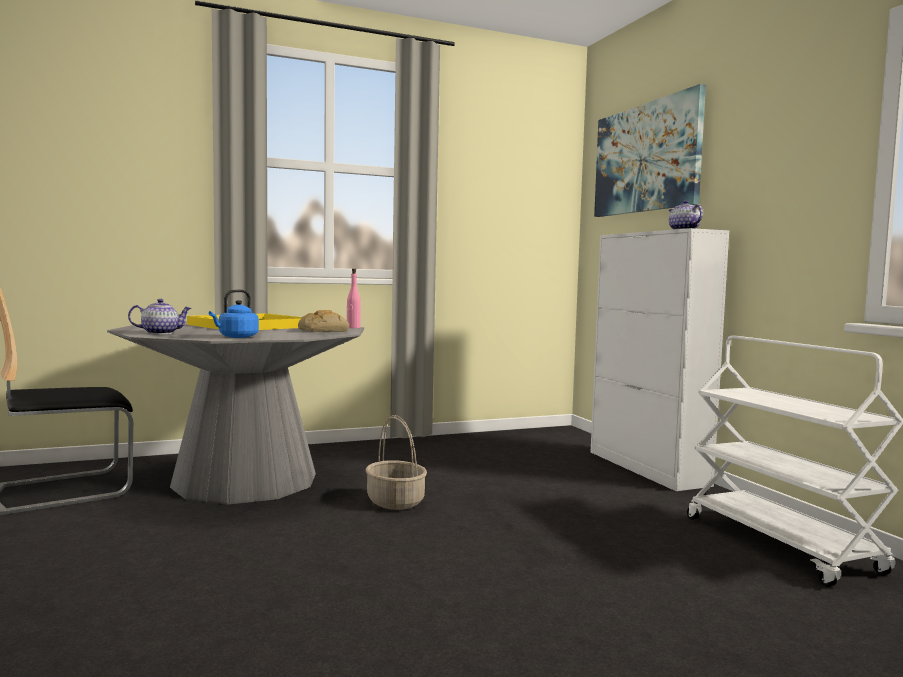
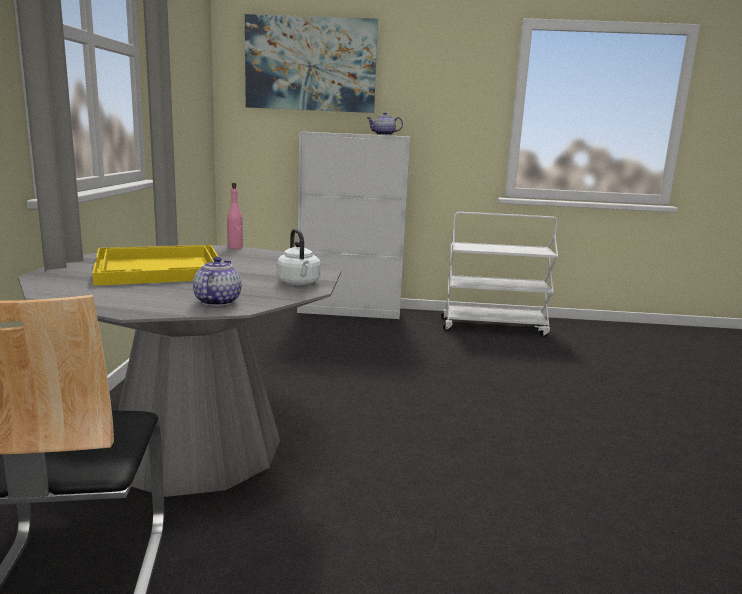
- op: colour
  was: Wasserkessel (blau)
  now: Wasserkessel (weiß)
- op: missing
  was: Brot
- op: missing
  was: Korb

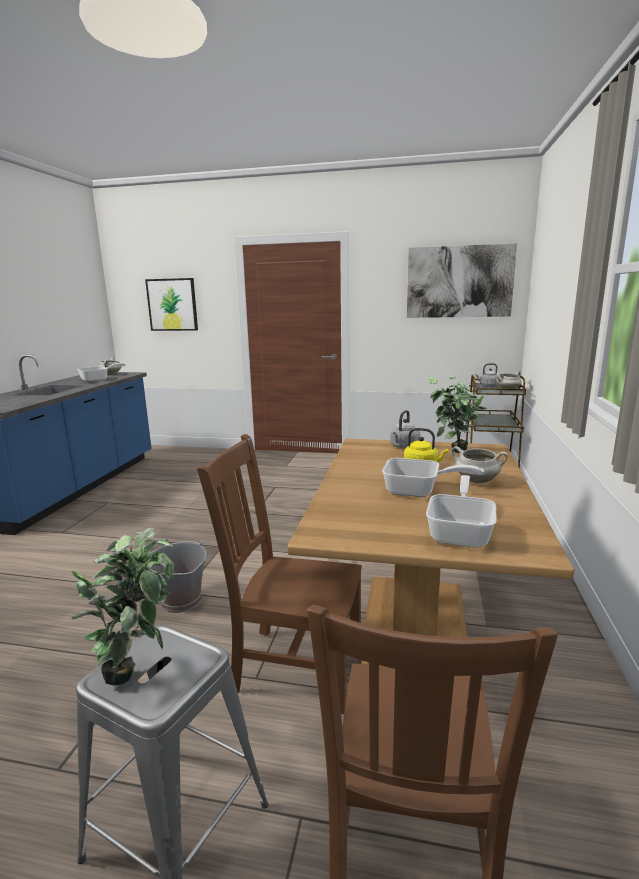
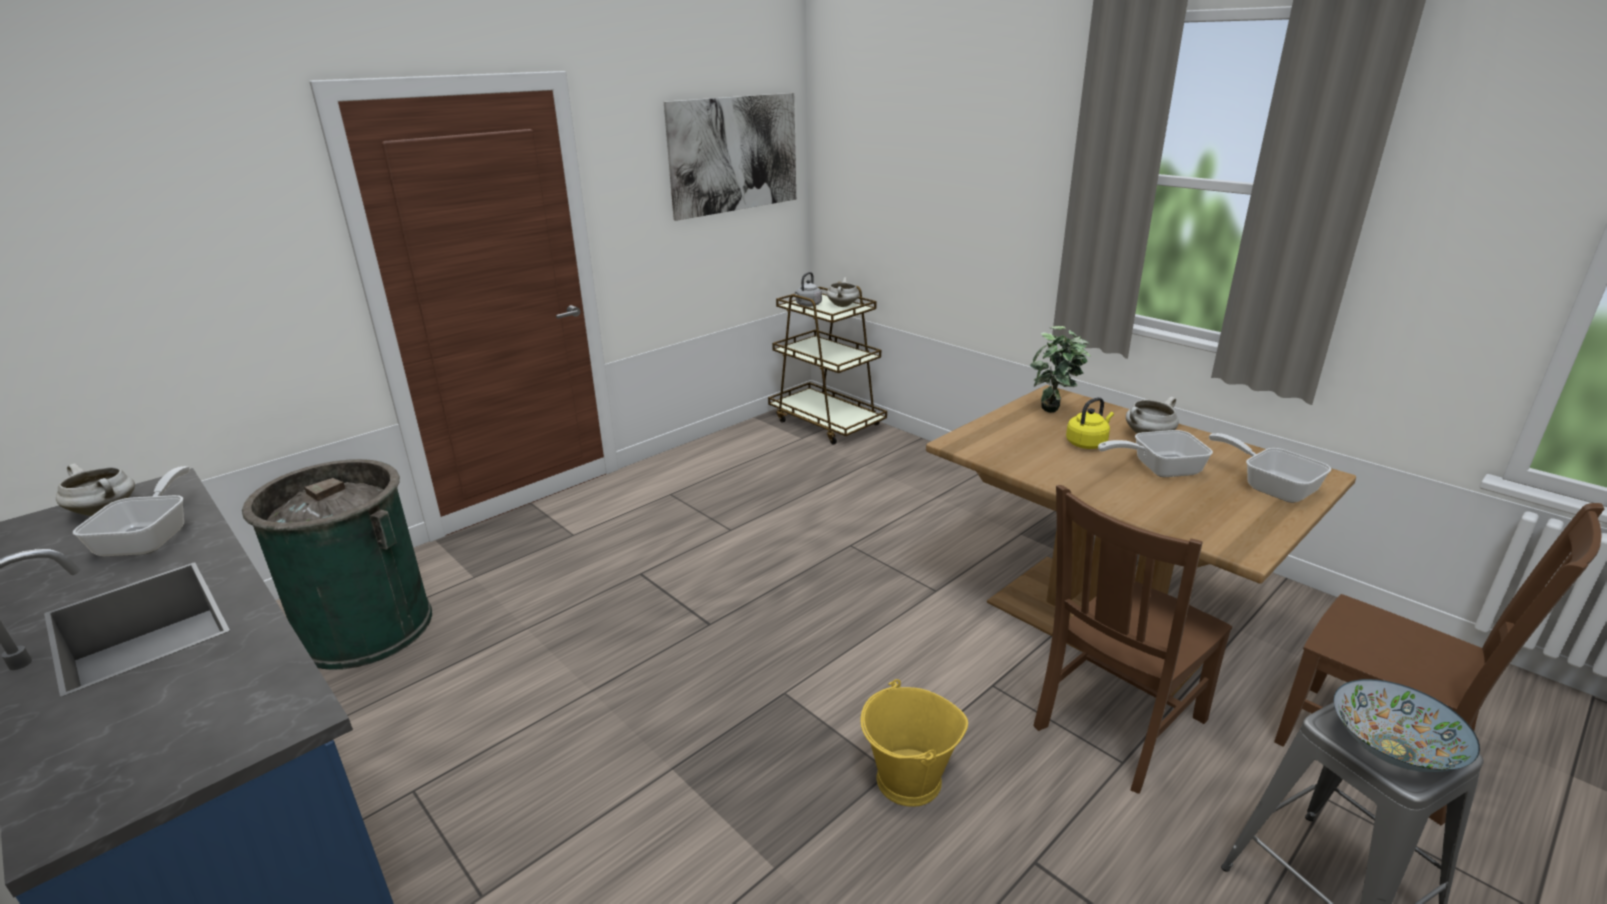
- op: appeared
  now: Mülleimer (grün)
- op: colour
  was: Eimer (grau)
  now: Eimer (gelb)
- op: spun
  was: Pfanne (no. 2 from left)
  clockwise: -150
- op: exchanged
  was: Topfpflanze (no. 1 from left)
  now: Schüssel
- op: missing
  was: Bild (no. 1 from left)
- op: missing
  was: Wasserkessel (grau) (no. 1 from left)

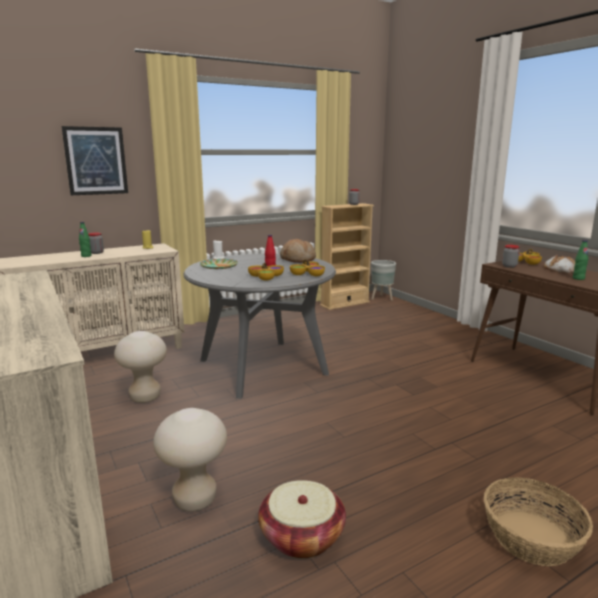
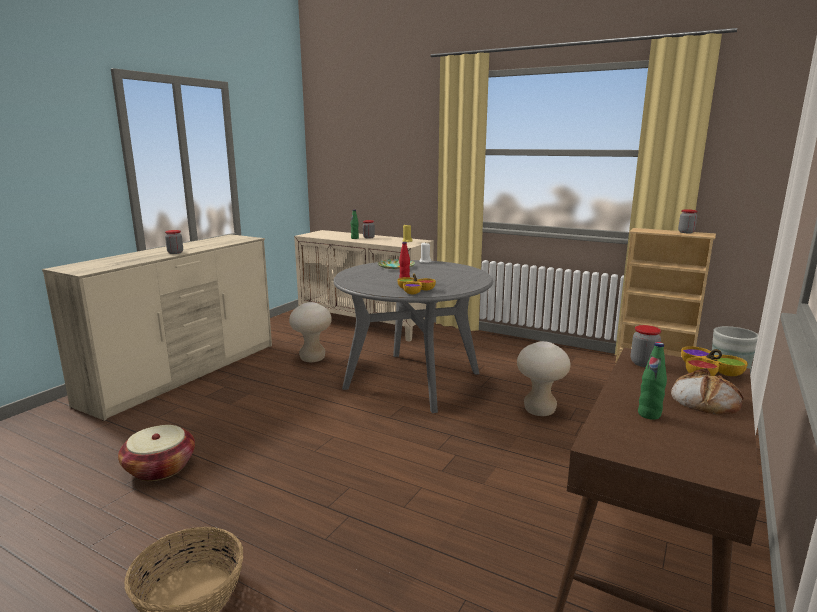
- op: appeared
  now: Vorratsglas (no. 1 from left)
- op: relocated
  was: Hocker (beige) (no. 2 from left)
- op: missing
  was: Bild
- op: missing
  was: Schüssel (no. 1 from left)
- op: missing
  was: Brot (no. 1 from left)

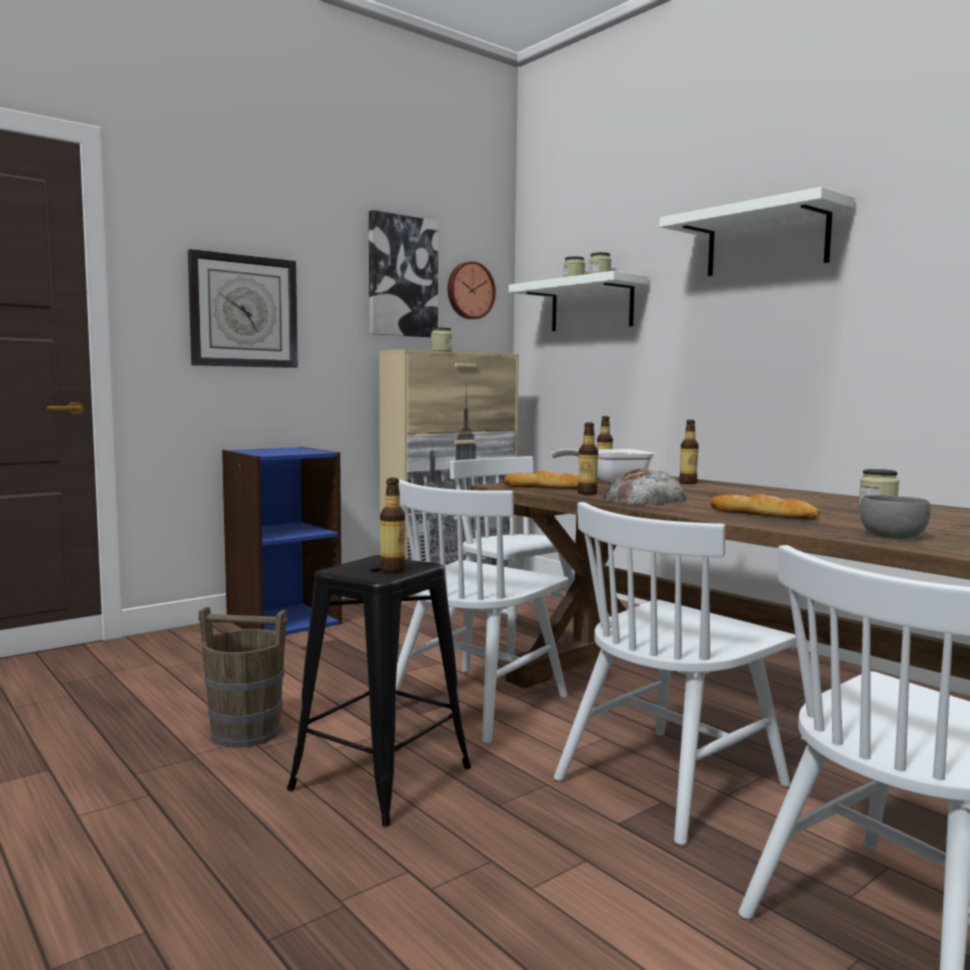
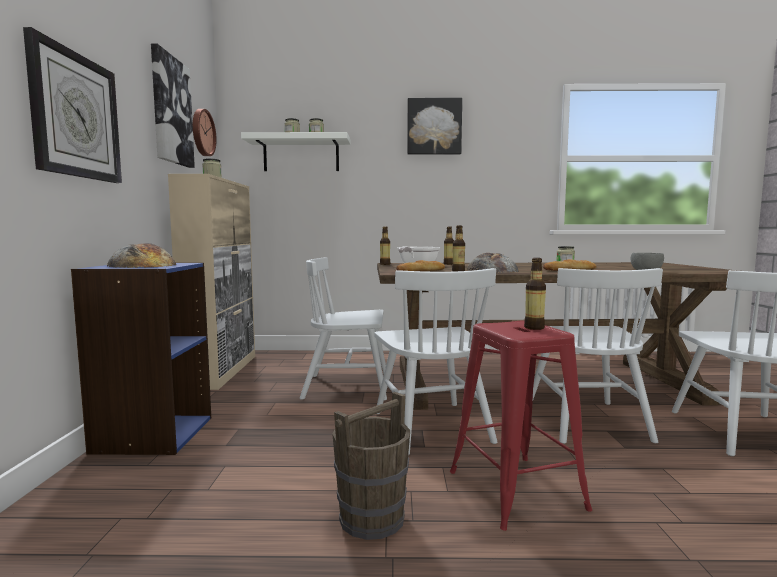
- op: appeared
  now: Brot (no. 1 from left)
- op: exchanged
  was: Wandregal (weiß) (no. 2 from left)
  now: Bild (no. 2 from left)
- op: colour
  was: Hocker (schwarz)
  now: Hocker (rot)

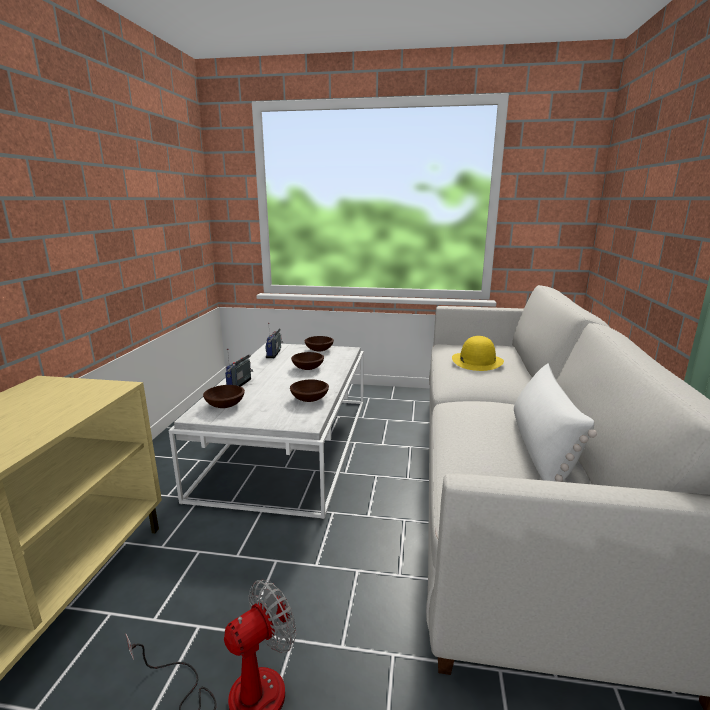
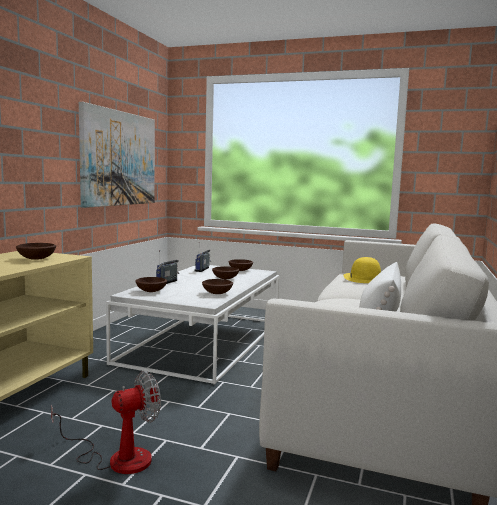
- op: appeared
  now: Schüssel (braun) (no. 1 from left)
- op: appeared
  now: Bild

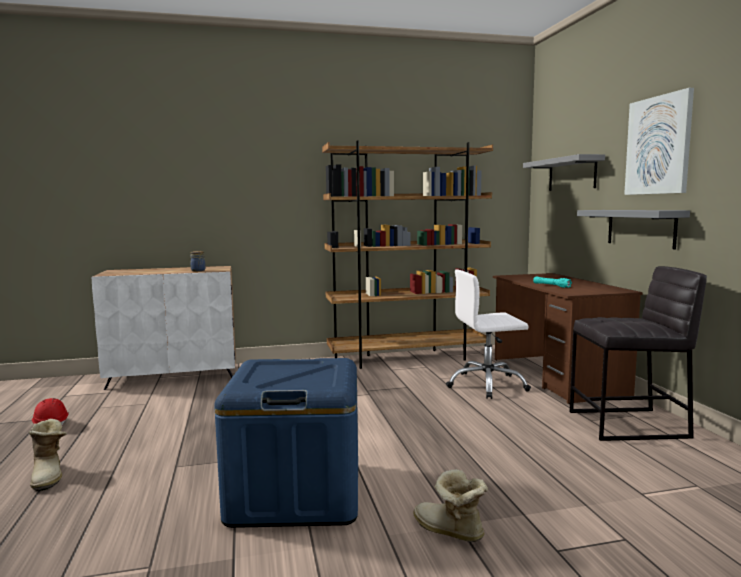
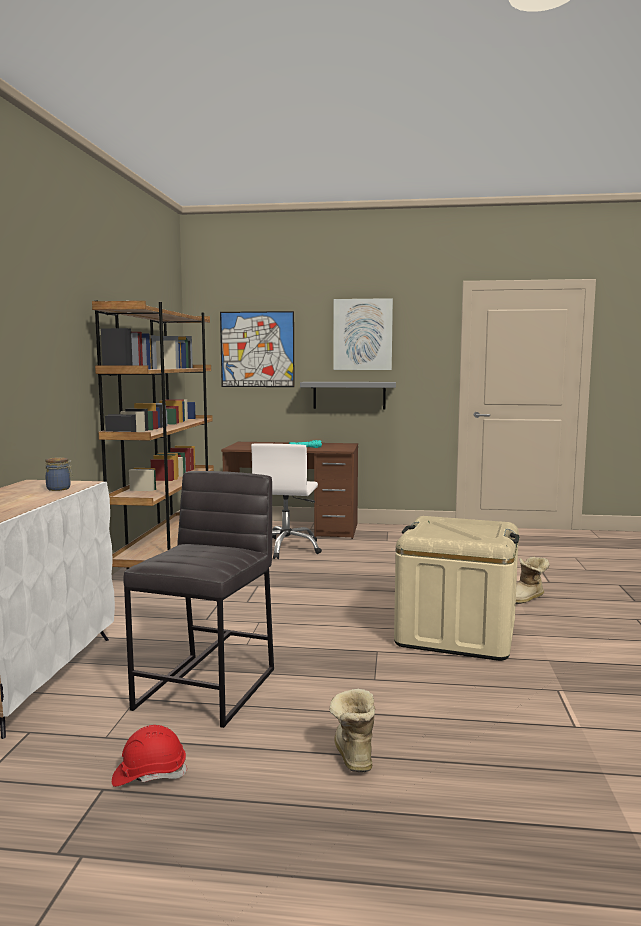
- op: relocated
  was: Hocker (grau)
- op: exchanged
  was: Wandregal (grau) (no. 1 from left)
  now: Bild (no. 1 from left)
- op: spun
  was: Stiefel (no. 1 from left)
  clockwise: -90
- op: colour
  was: Aufbewahrungsbox (blau)
  now: Aufbewahrungsbox (beige)

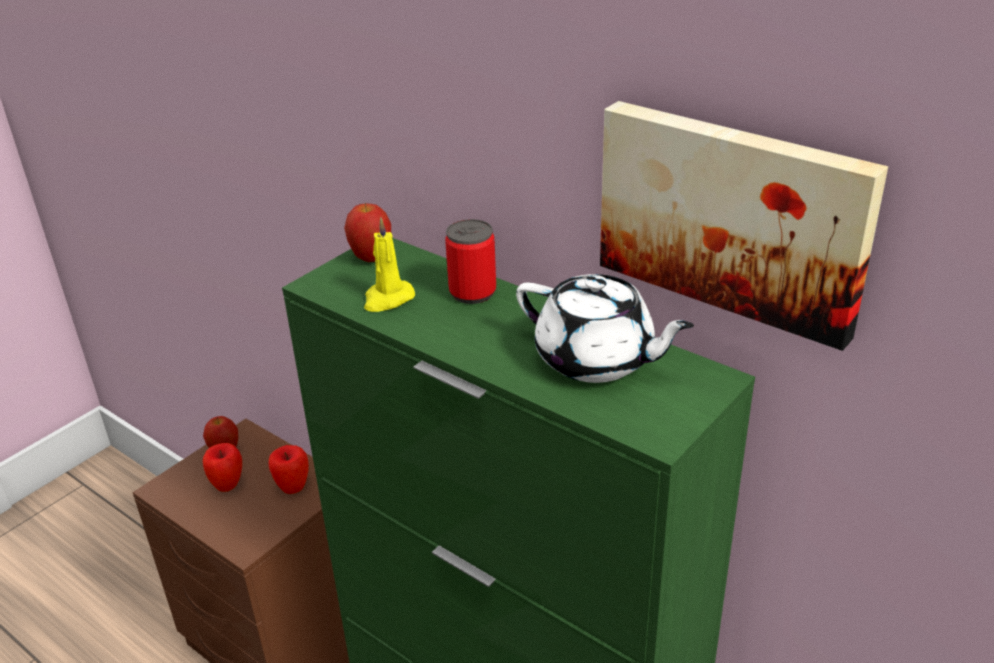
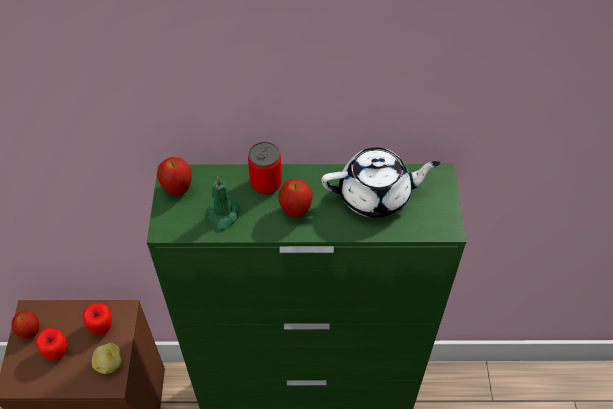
- op: appeared
  now: Kartoffel
- op: colour
  was: Kerze (gelb)
  now: Kerze (grün)
- op: appeared
  now: Apfel (no. 5 from left)
- op: missing
  was: Bild

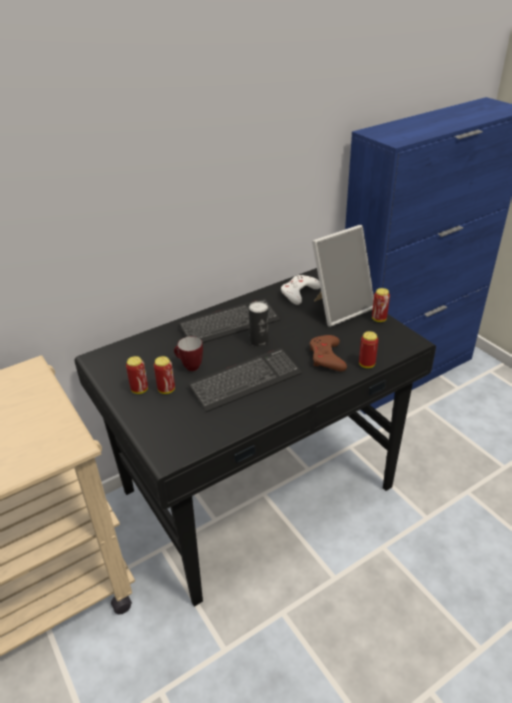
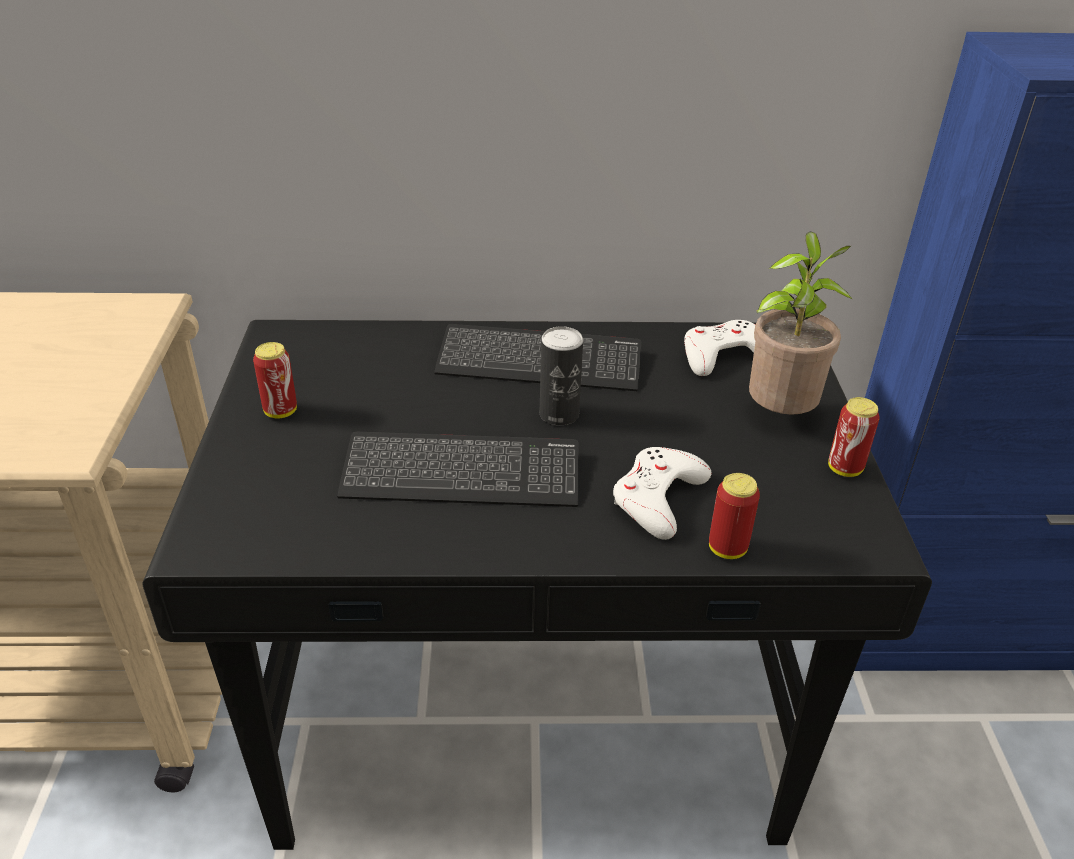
- op: colour
  was: Gamepad (braun)
  now: Gamepad (weiß) (no. 1 from left)
- op: exchanged
  was: Bilderrahmen
  now: Topfpflanze
- op: missing
  was: Dose (no. 2 from left)
- op: missing
  was: Henkelbecher

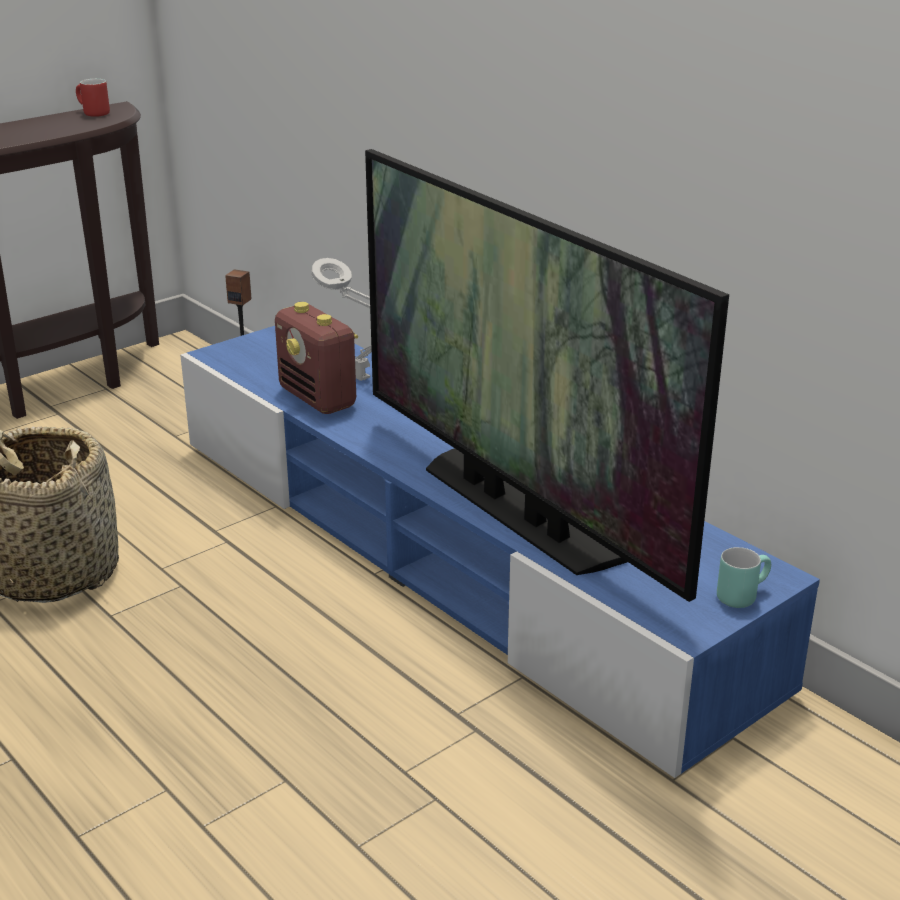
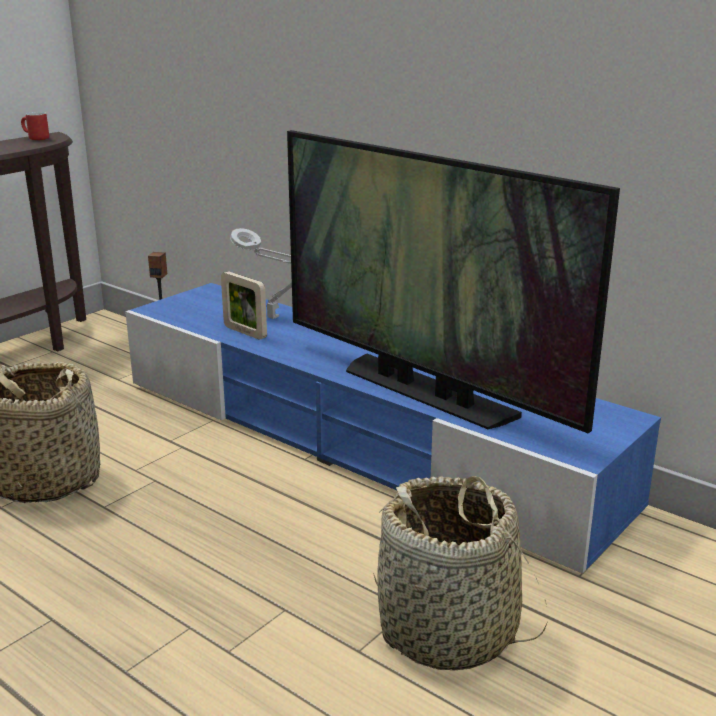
- op: exchanged
  was: Radio
  now: Bilderrahmen
- op: appeared
  now: Korb (no. 2 from left)
- op: missing
  was: Henkelbecher (türkis)

